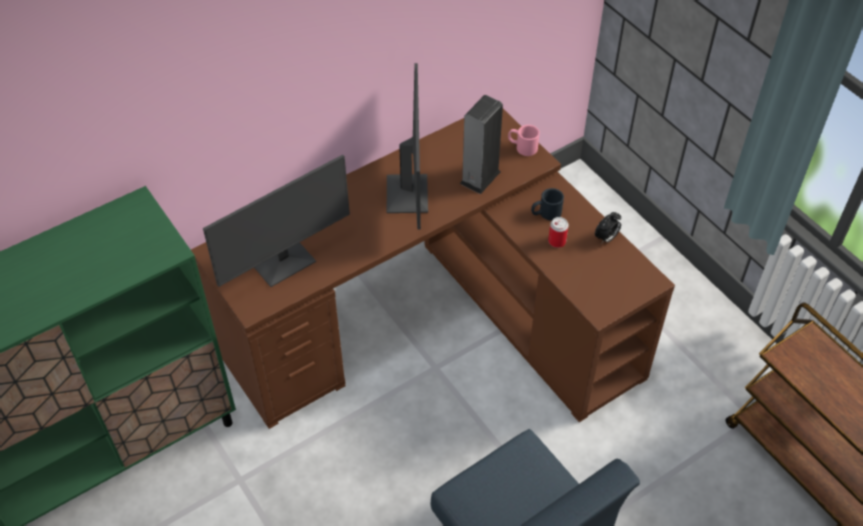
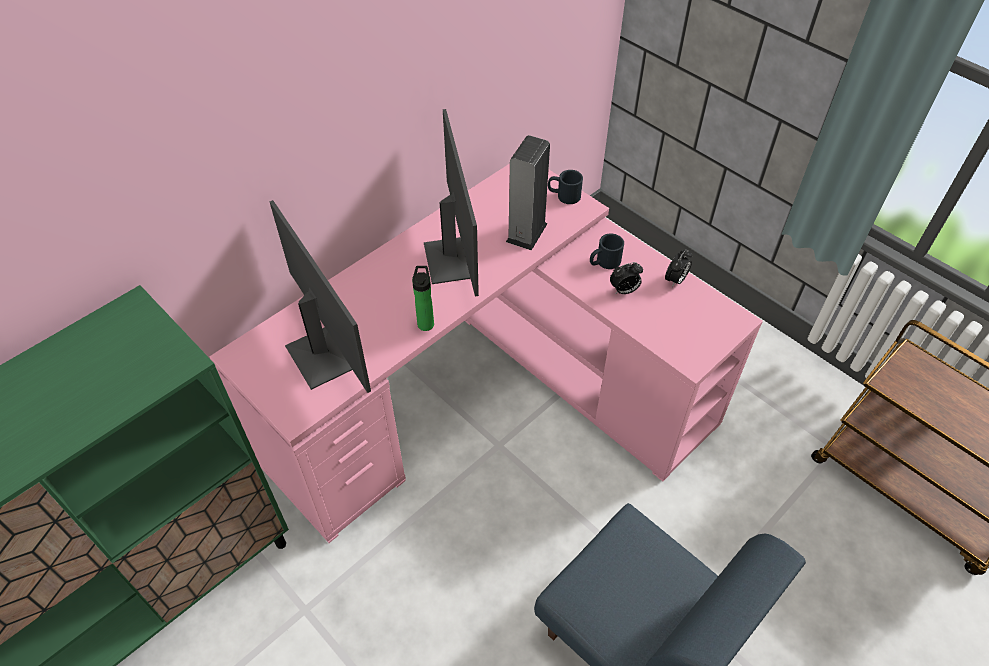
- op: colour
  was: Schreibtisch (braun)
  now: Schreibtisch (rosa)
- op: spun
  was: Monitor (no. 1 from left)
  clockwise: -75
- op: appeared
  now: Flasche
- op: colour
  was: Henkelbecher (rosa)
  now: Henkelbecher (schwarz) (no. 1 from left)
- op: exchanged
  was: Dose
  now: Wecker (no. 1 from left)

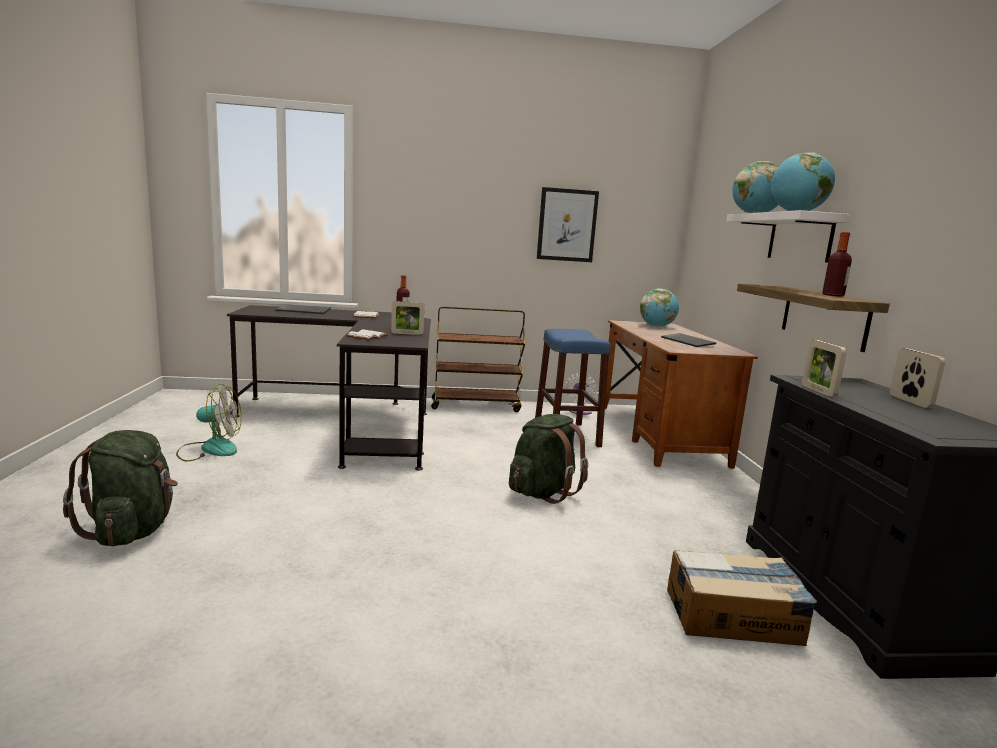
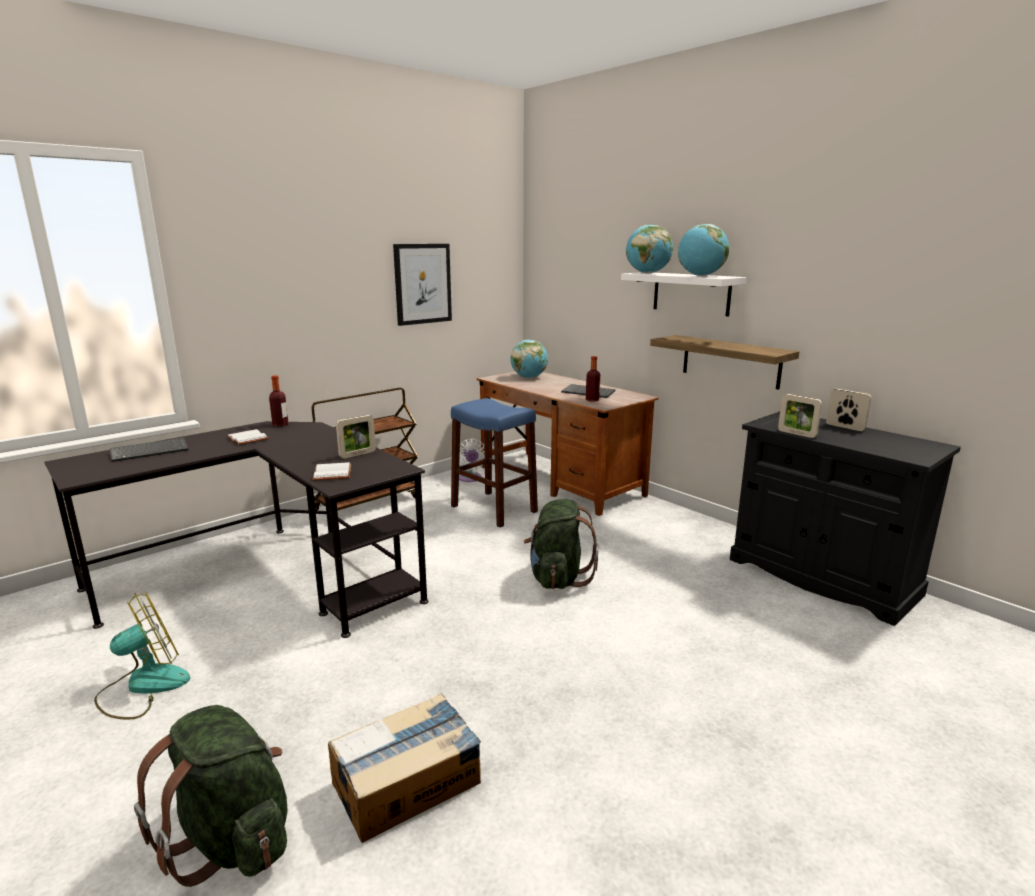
- op: relocated
  was: Karton
- op: relocated
  was: Flasche (no. 2 from left)

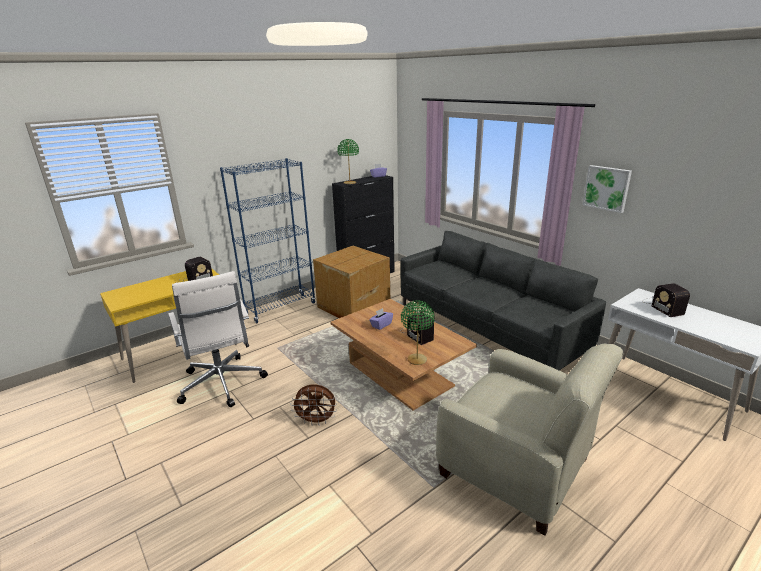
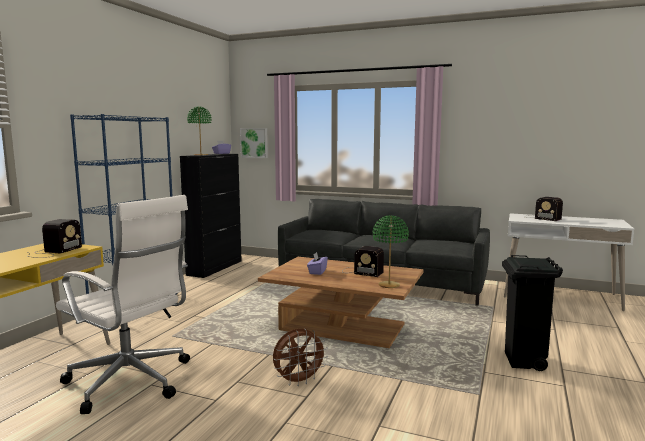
- op: relocated
  was: Bild
- op: exchanged
  was: Sessel (beige)
  now: Mülleimer (schwarz)
- op: missing
  was: Karton

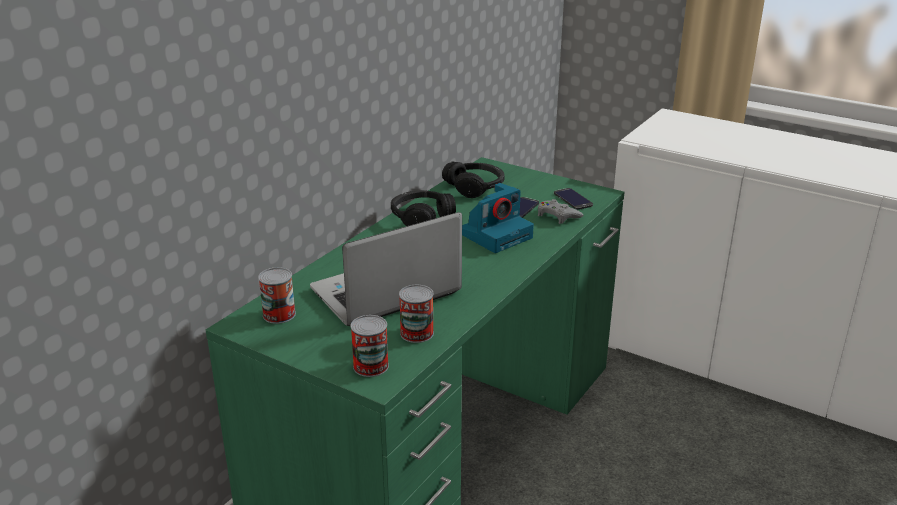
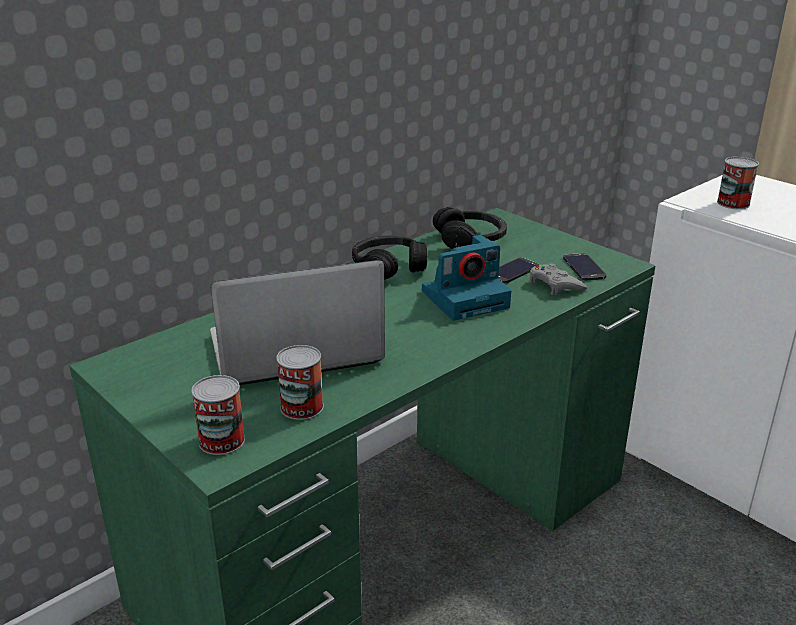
- op: relocated
  was: Dose (no. 1 from left in the first image)
  now: Dose (no. 3 from left)

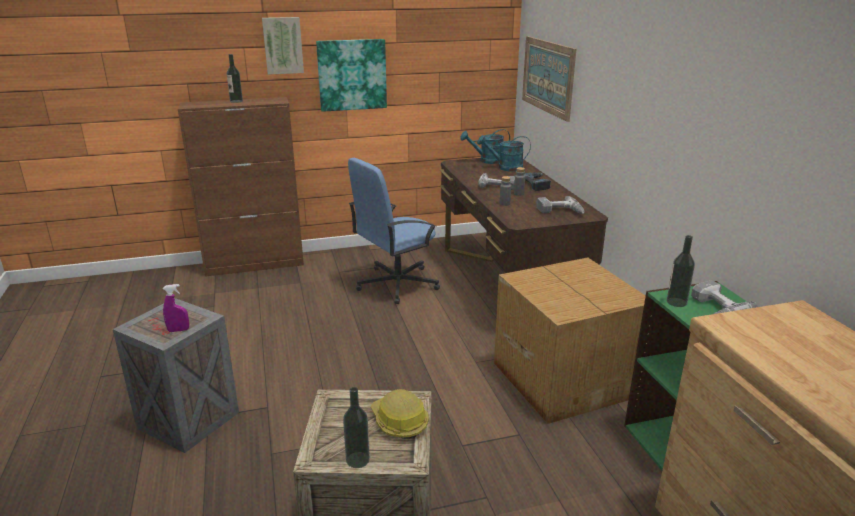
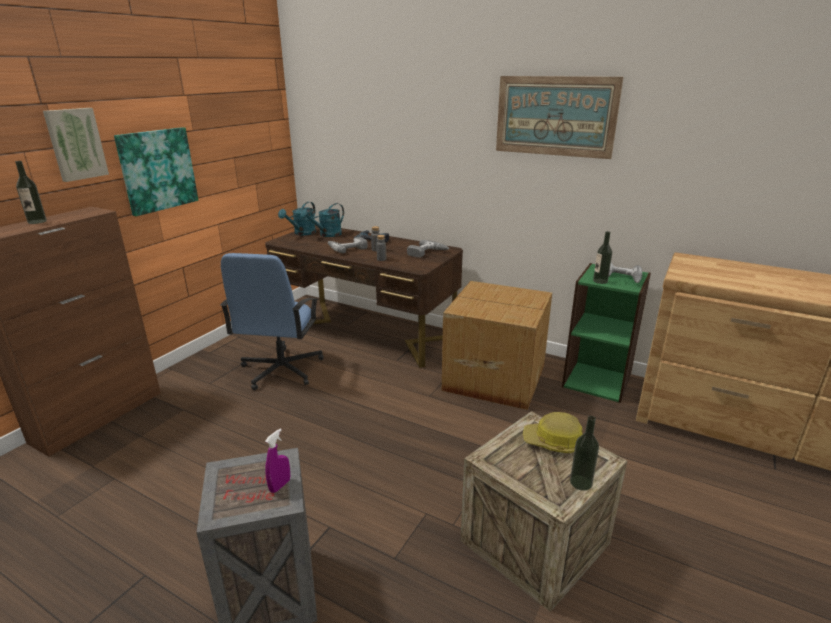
- op: relocated
  was: Bild (no. 3 from left)

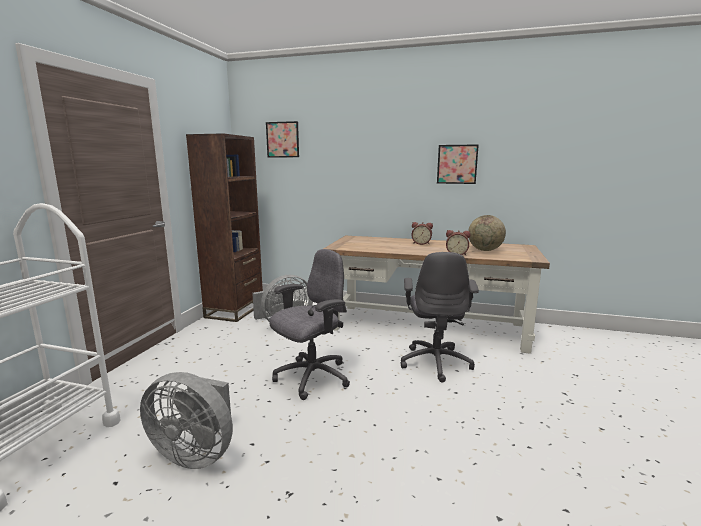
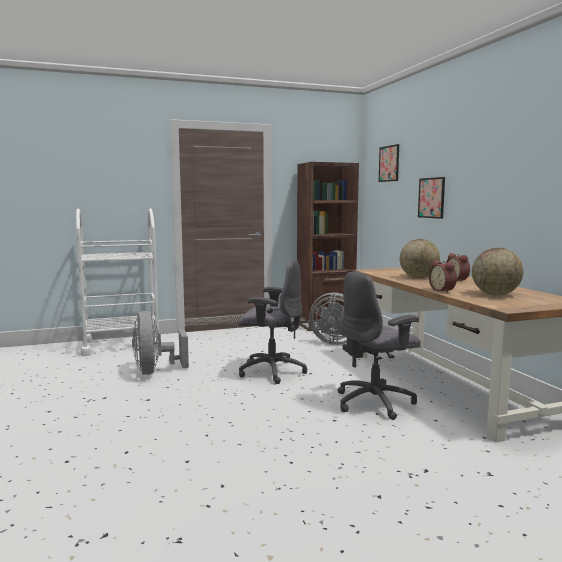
- op: appeared
  now: Globus (no. 1 from left)
- op: relocated
  was: Bild (no. 2 from left)

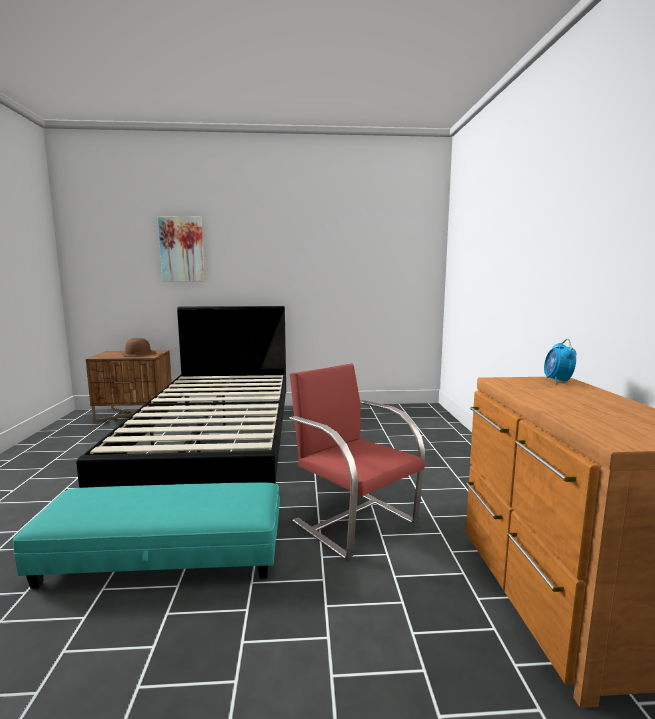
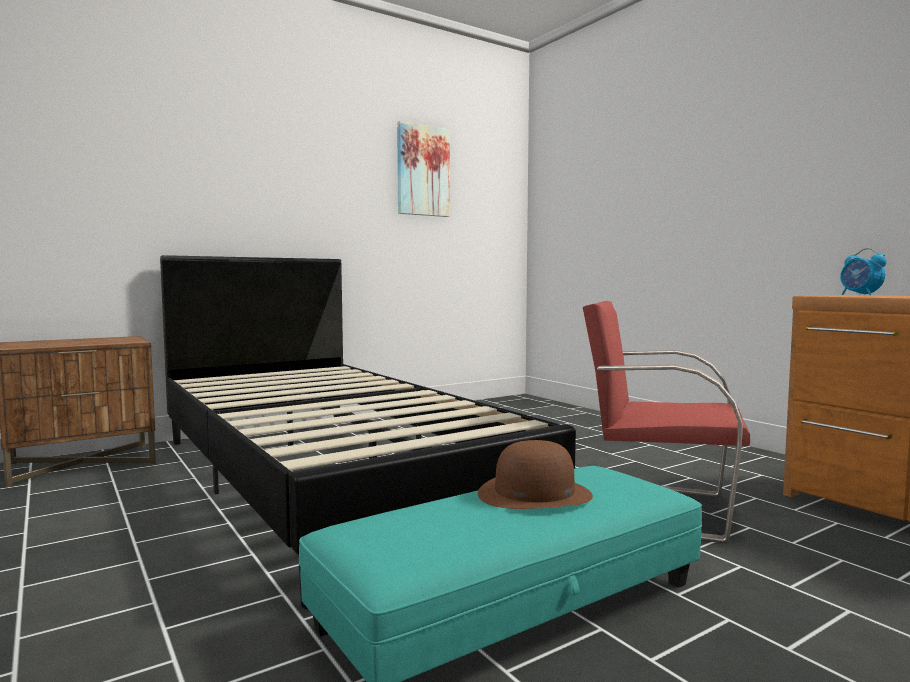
- op: relocated
  was: Bild
- op: relocated
  was: Hut (braun)

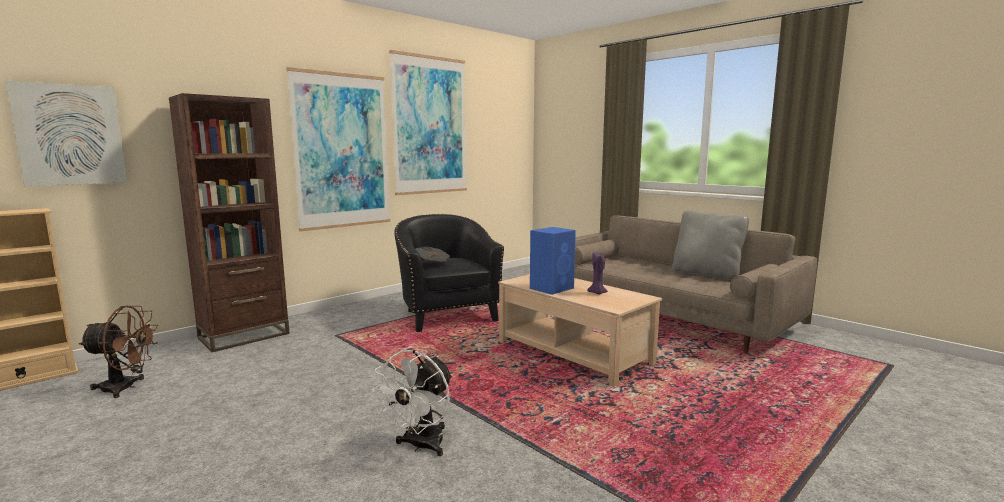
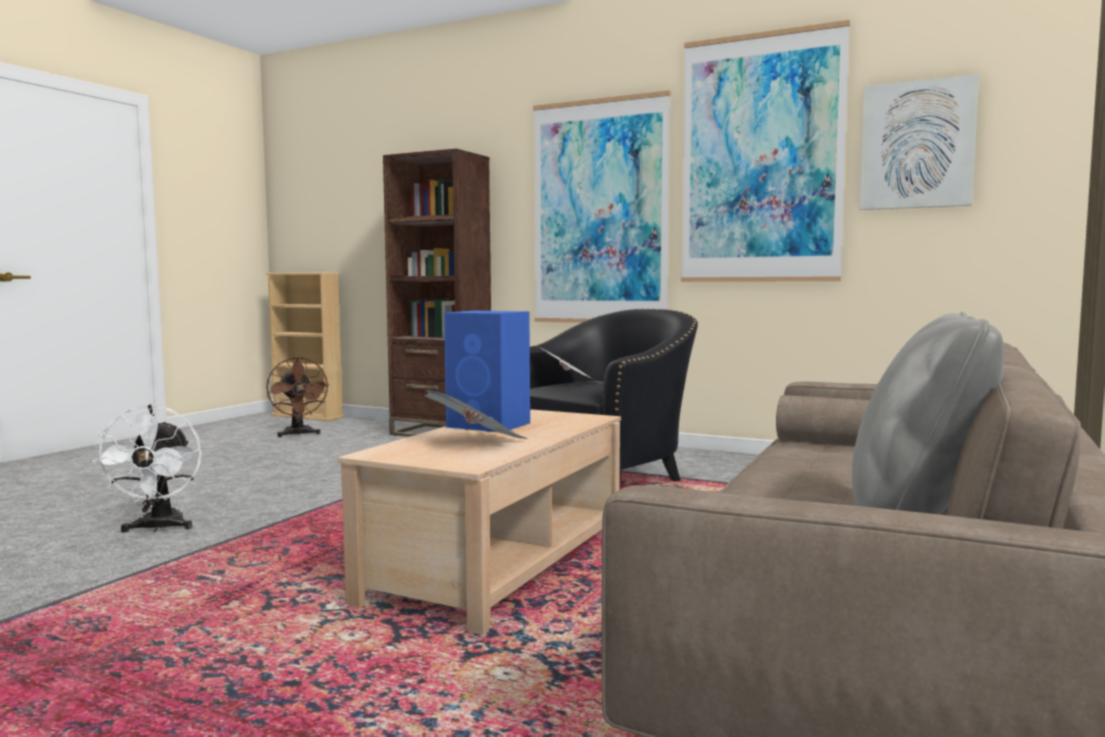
- op: spun
  was: Ventilator (weiß)
  clockwise: -105
- op: exchanged
  was: Kerze (lila)
  now: Zeitung (no. 1 from left)
- op: relocated
  was: Bild (no. 1 from left in the first image)
  now: Bild (no. 3 from left)

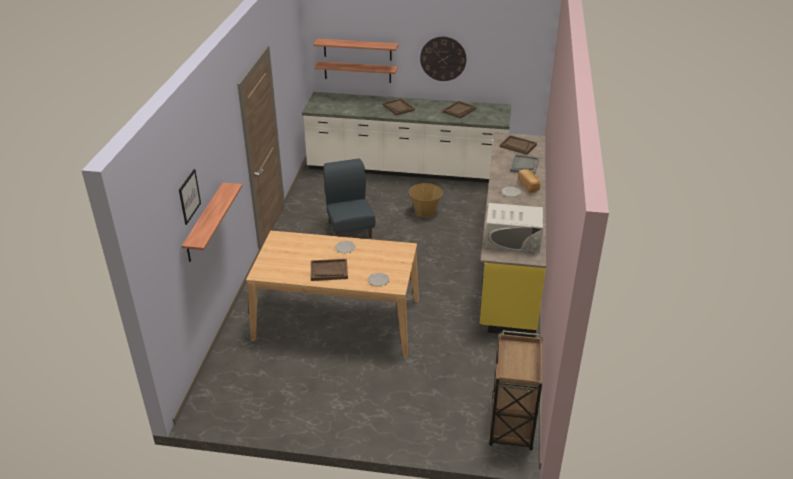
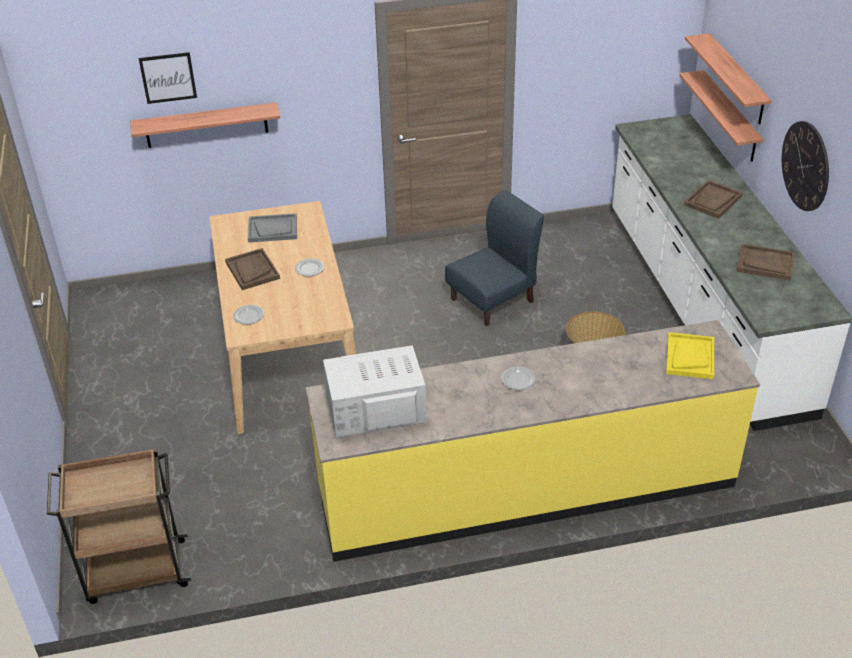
- op: relocated
  was: Tablett (grau)
- op: spun
  was: Mikrowelle (weiß)
  clockwise: 90
- op: colour
  was: Tablett (braun) (no. 4 from left)
  now: Tablett (gelb)
- op: missing
  was: Brot

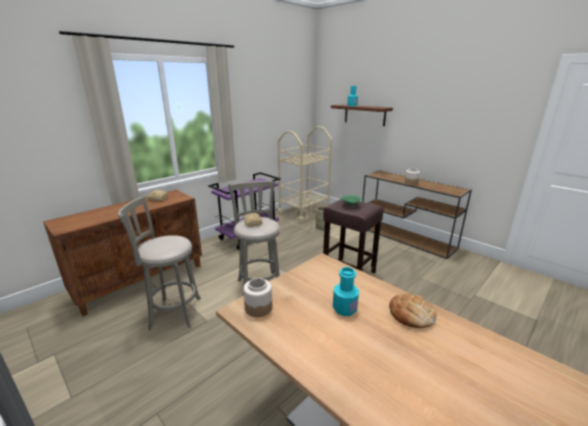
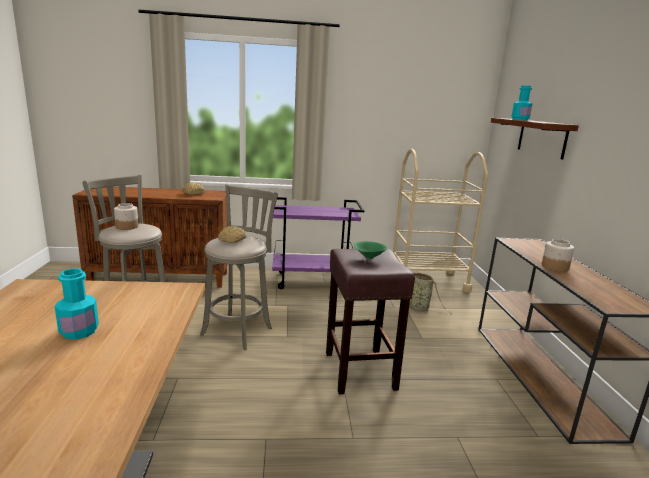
- op: relocated
  was: Vorratsglas (no. 1 from left)
- op: missing
  was: Brot (no. 3 from left)

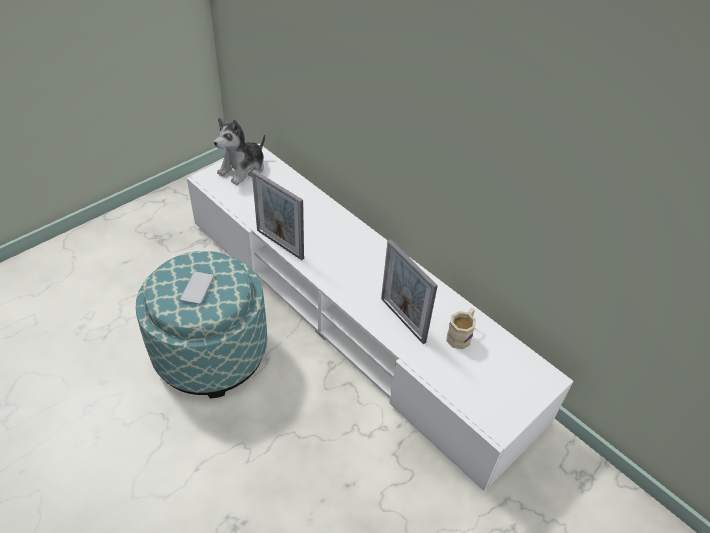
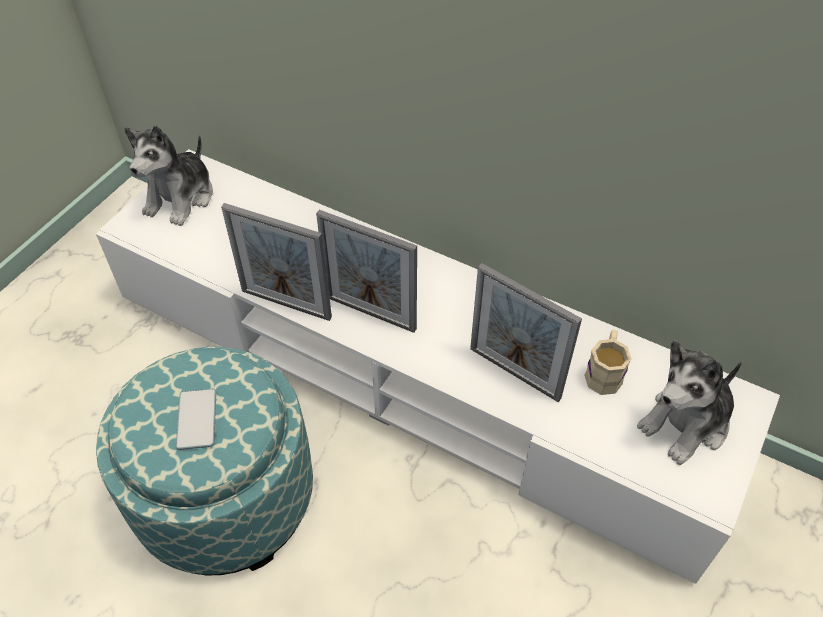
- op: appeared
  now: Bilderrahmen (no. 2 from left)
- op: appeared
  now: Plüschtier (no. 2 from left)

